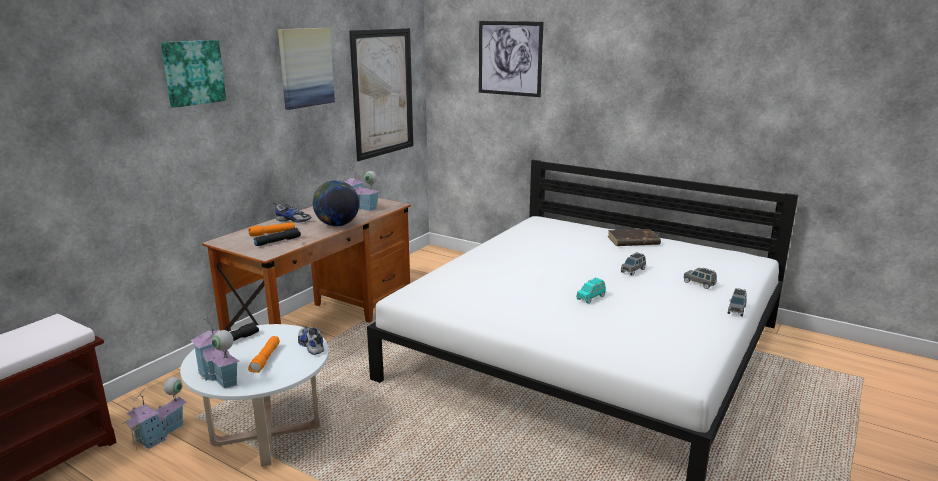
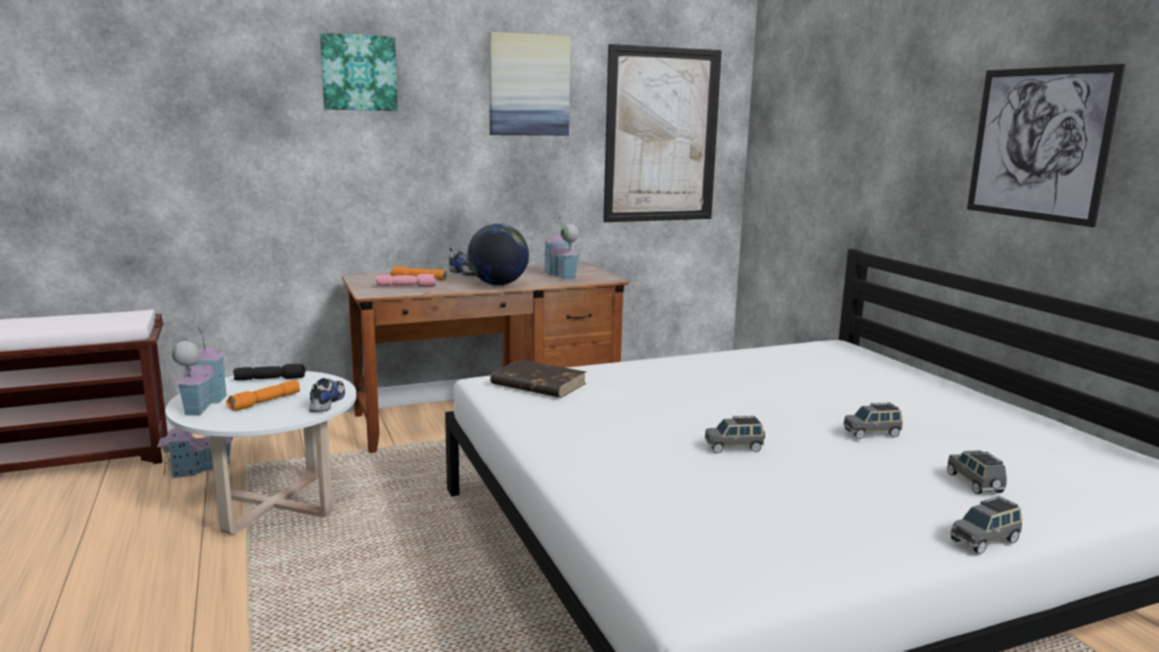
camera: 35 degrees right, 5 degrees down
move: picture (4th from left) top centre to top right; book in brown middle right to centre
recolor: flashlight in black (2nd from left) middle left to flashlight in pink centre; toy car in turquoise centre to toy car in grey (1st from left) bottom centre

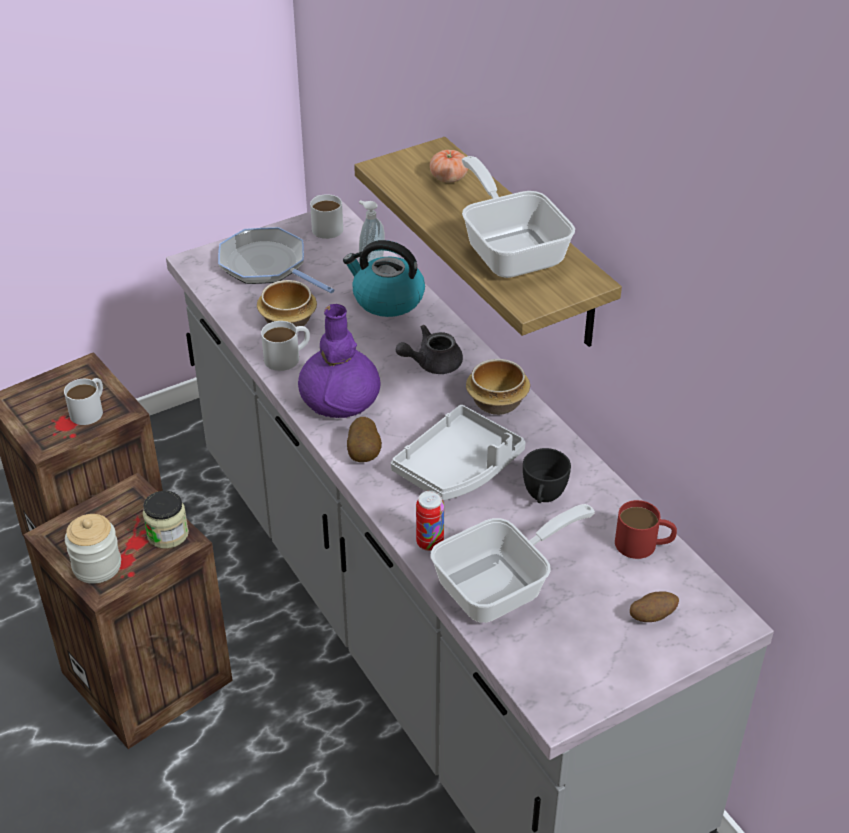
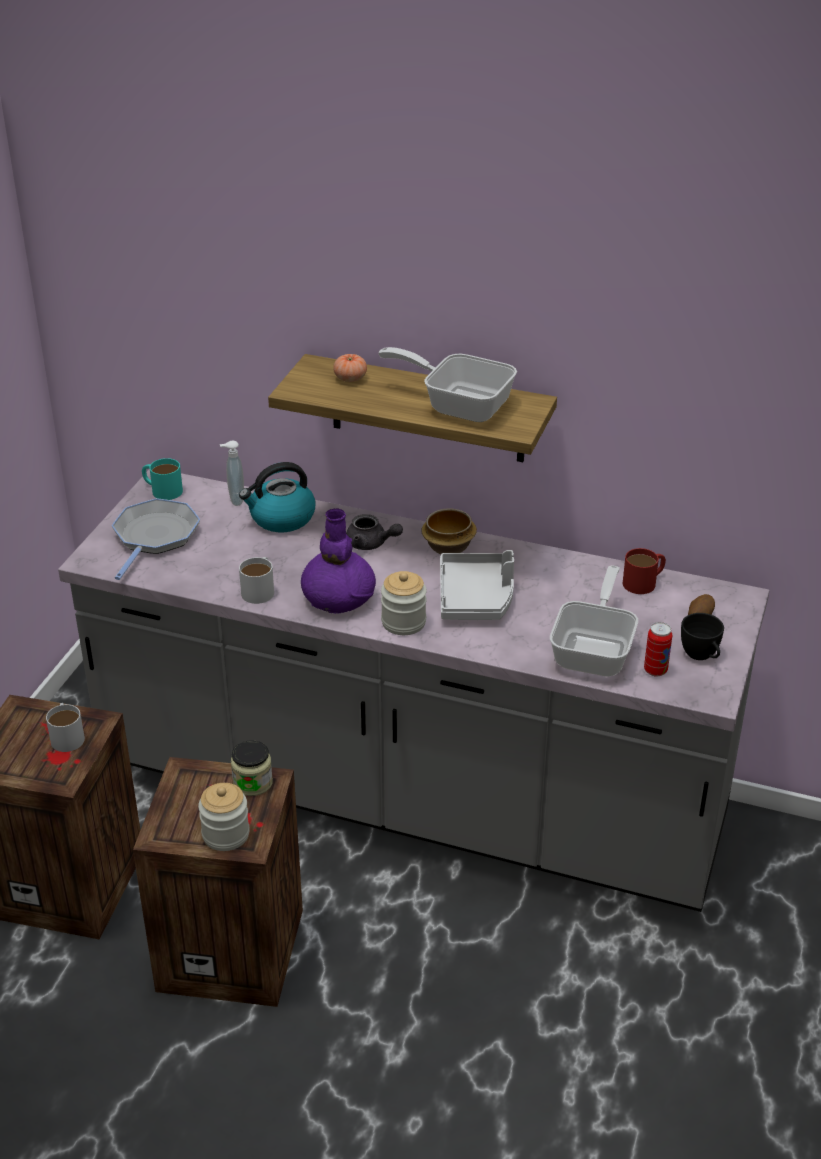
camera: 40 degrees left, 5 degrees down
delete: bowl (1st from left) centre
move: cup in black centre to middle right; can centre to middle right
replace: potato (1st from left) centre to jar (3rd from left) centre
recolor: mug in white (3rd from left) top centre to mug in turquoise middle left
rotate: frying pan (1st from left) top left = middle left 105 degrees clockwise; teapot in grey centre = centre 90 degrees counterclockwise

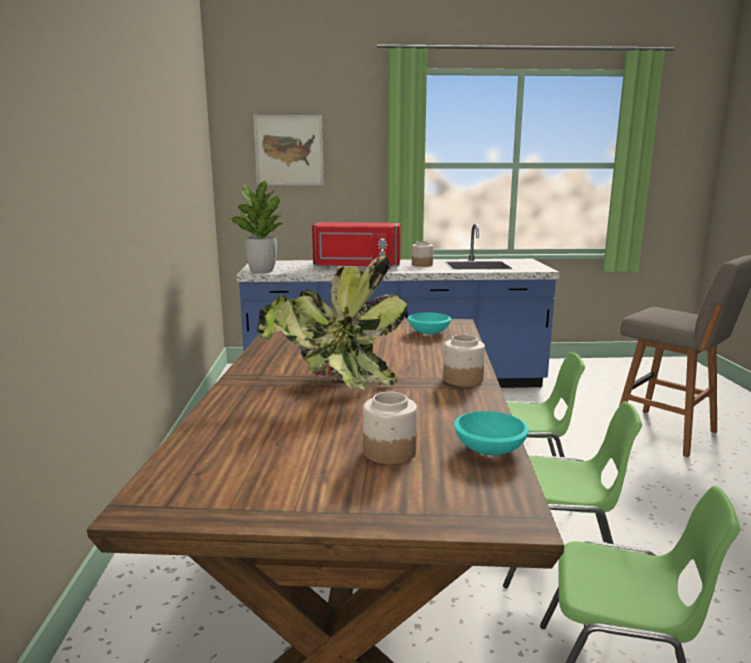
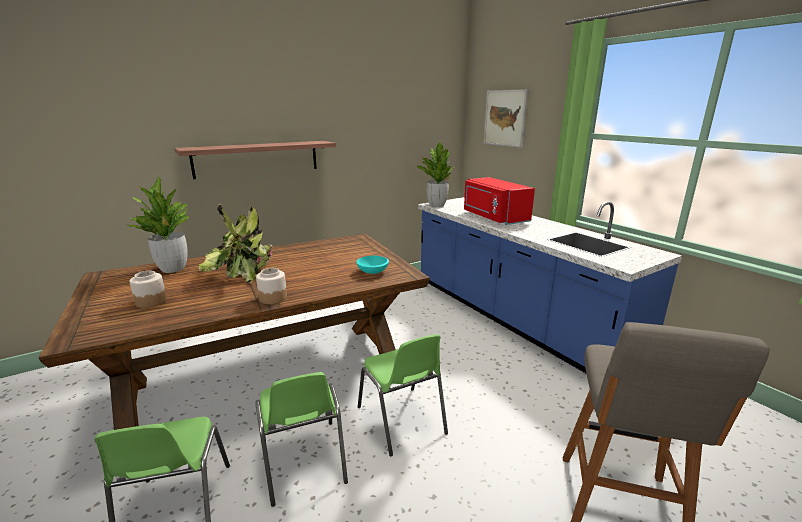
camera: 60 degrees right, 5 degrees up
delete: jar (2nd from left) centre; bowl in turquoise (2nd from left) centre
insert: shelf top left; potted plant (1st from left) middle left

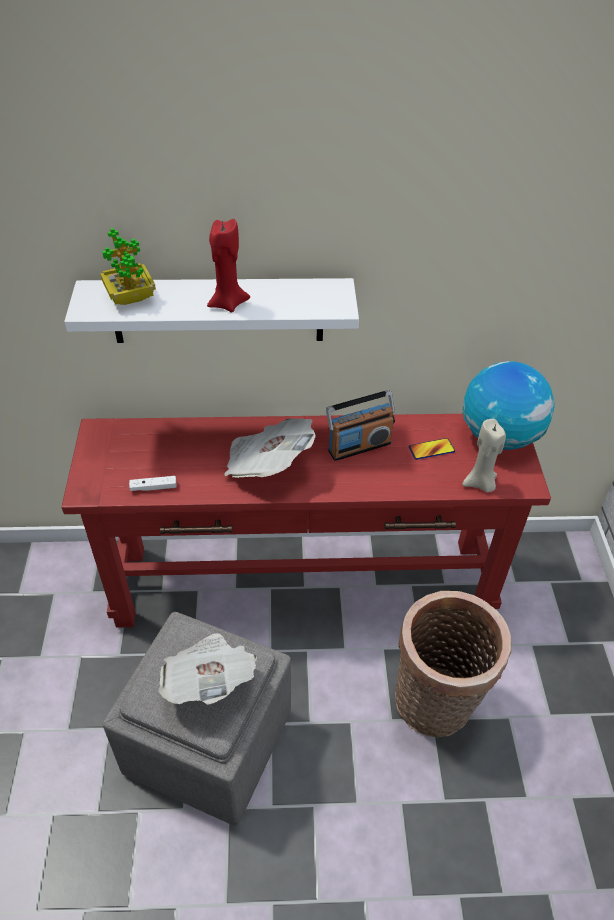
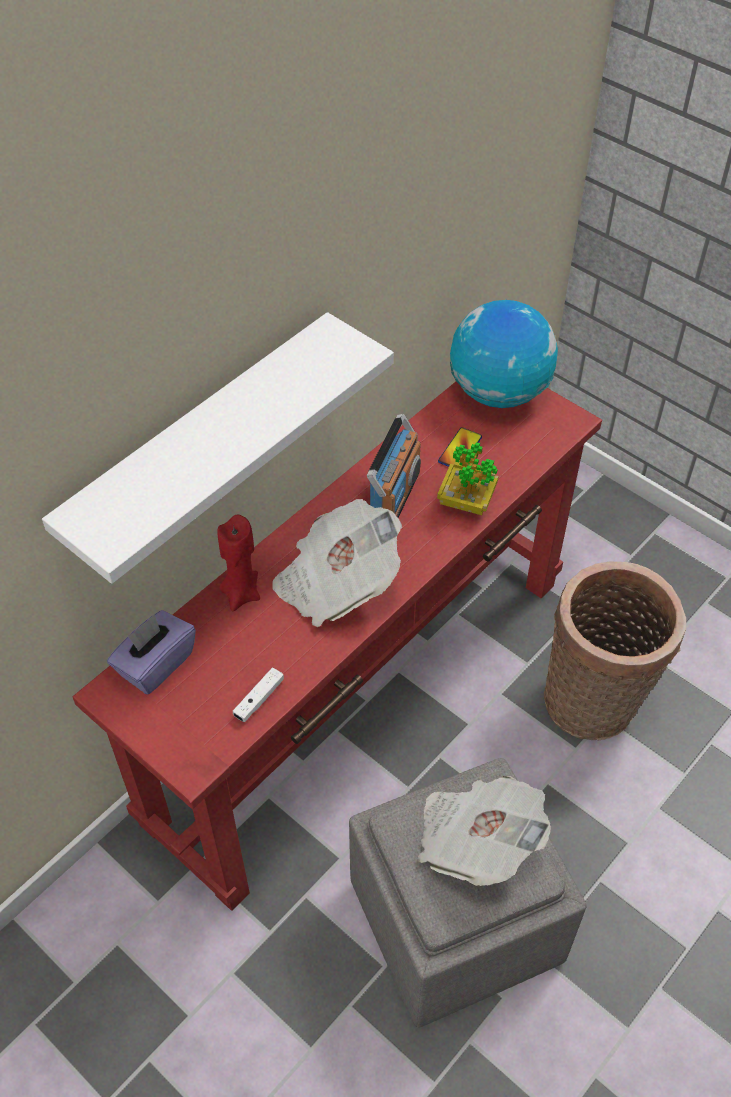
camera: 45 degrees left, 5 degrees up
delete: candle in beige middle right
insert: tissue box in purple middle left
move: candle in red top centre to middle left; potted plant top left to centre

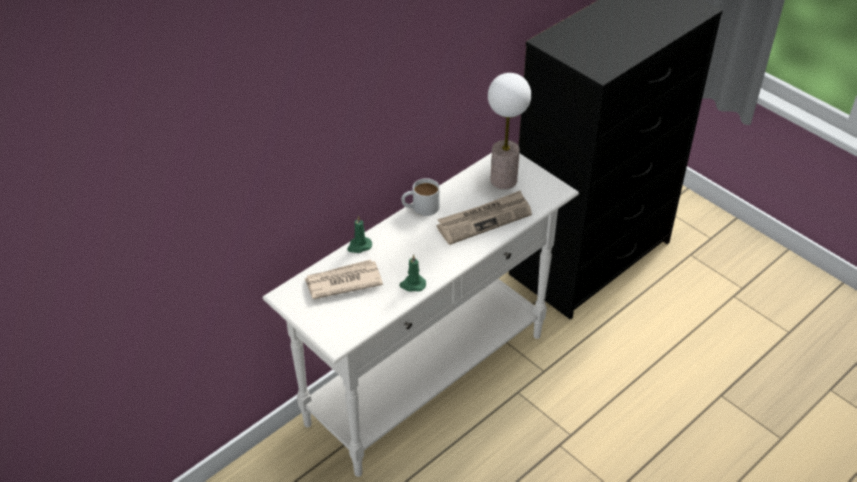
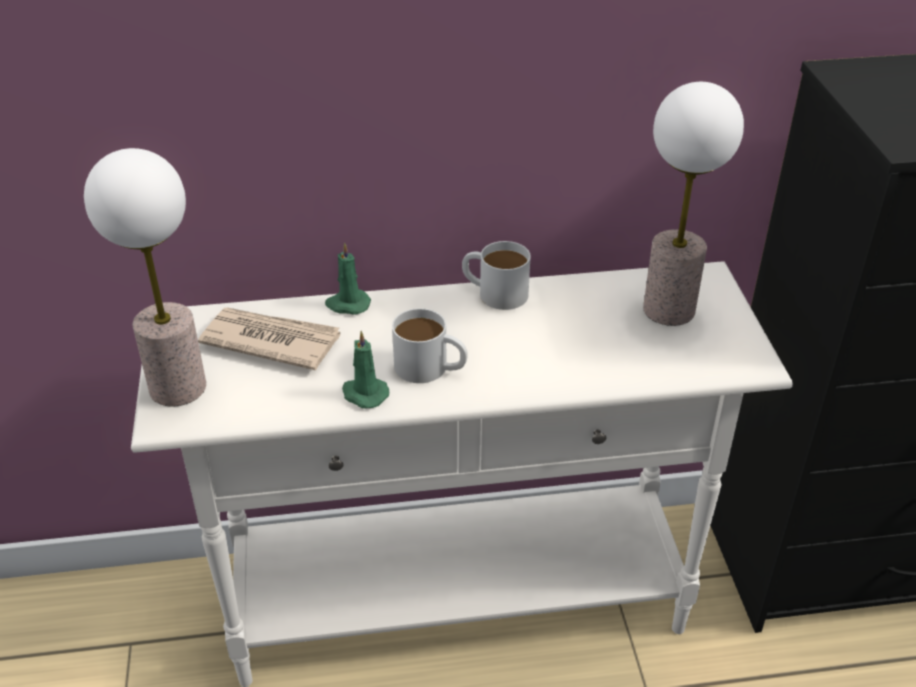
camera: 35 degrees right, 5 degrees down
delete: newspaper (2nd from left) centre
insert: table lamp (1st from left) middle left; mug in white (1st from left) centre

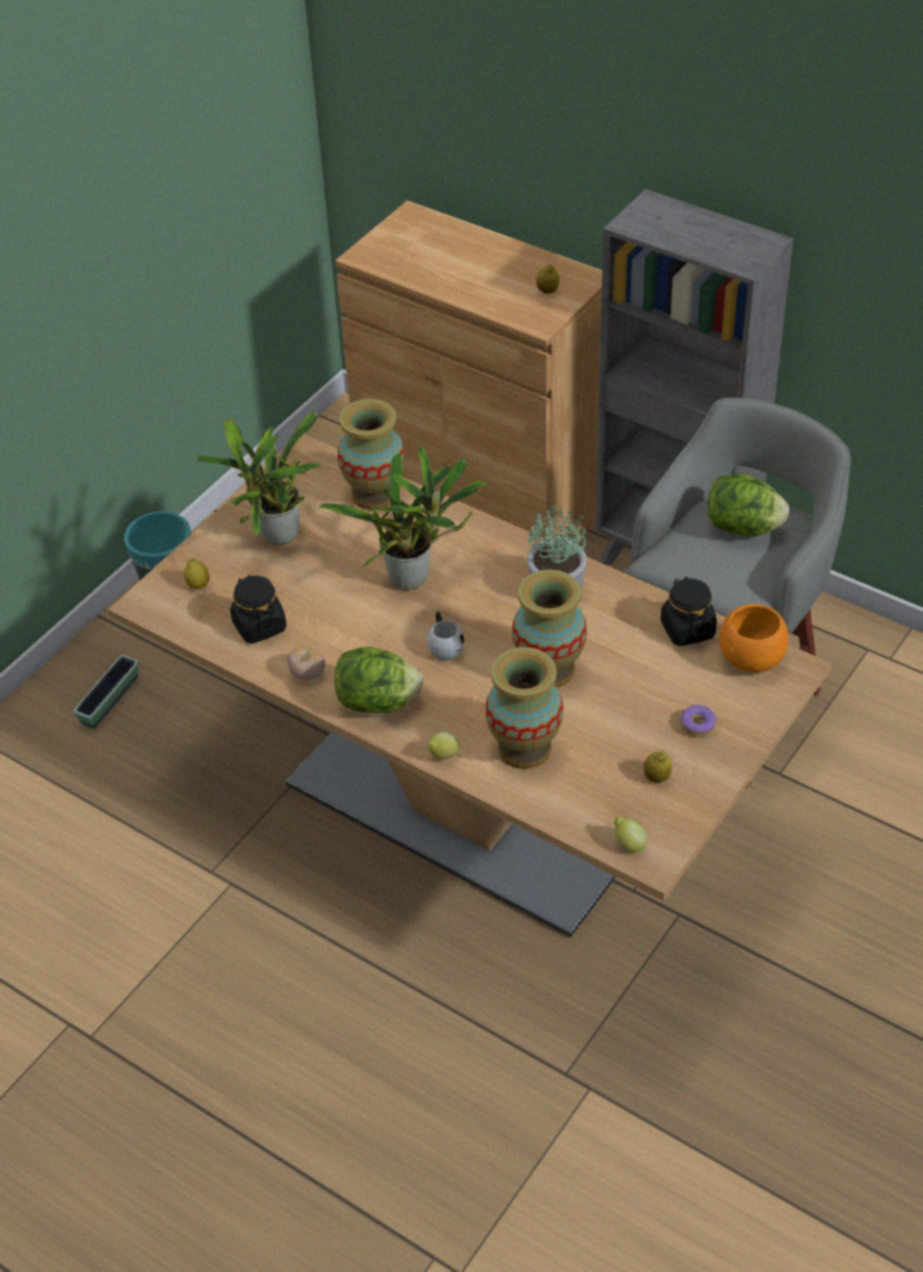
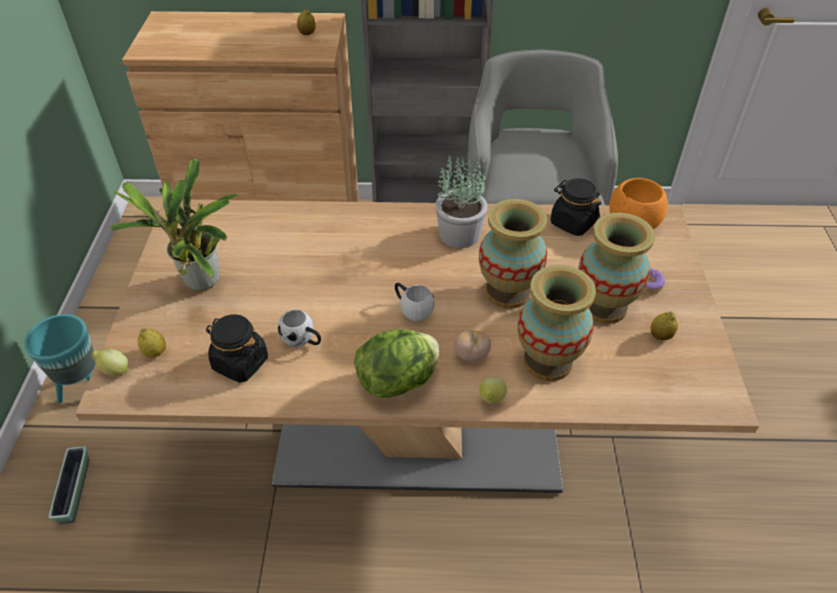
camera: 35 degrees left, 0 degrees up
delete: potted plant (2nd from left) centre; lettuce (2nd from left) middle right
insert: mug in white (1st from left) centre
move: vase (1st from left in the first image) centre to vase (3rd from left) middle right; tomato middle left to centre; lemon (4th from left in the first image) middle right to lemon (1st from left) middle left

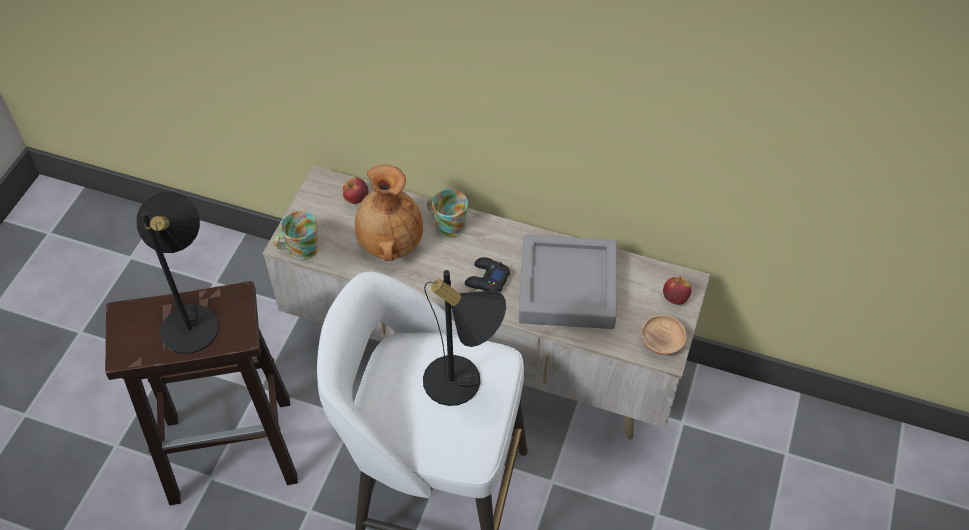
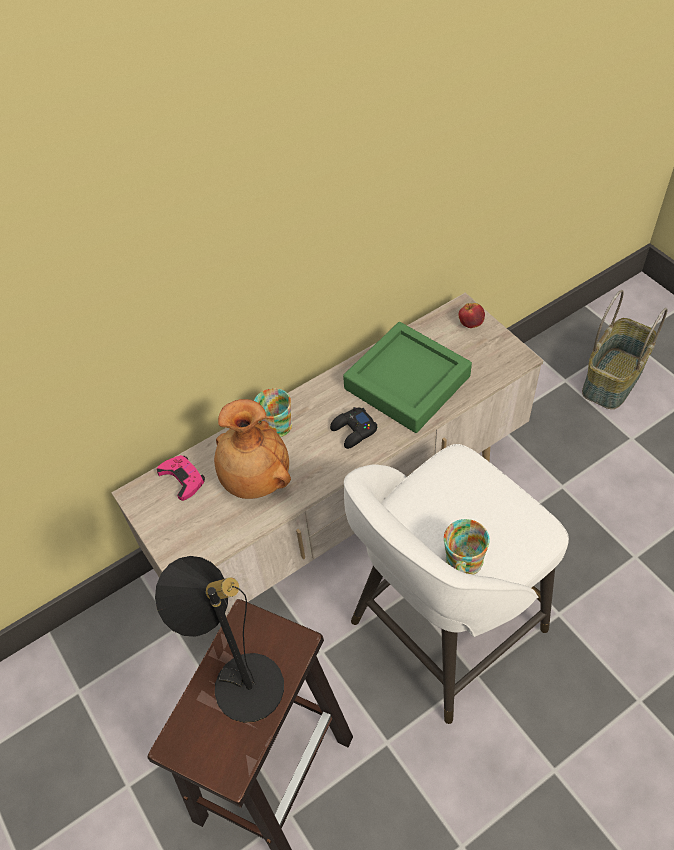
camera: 50 degrees left, 0 degrees up
delete: table lamp in black (2nd from left) centre; bowl in brown middle right
insert: basket middle right
move: mug (1st from left in the first image) middle left to mug (2nd from left) middle right
replace: apple (1st from left) centre to game controller in pink middle left
recolor: tray in grey centre to tray in green centre

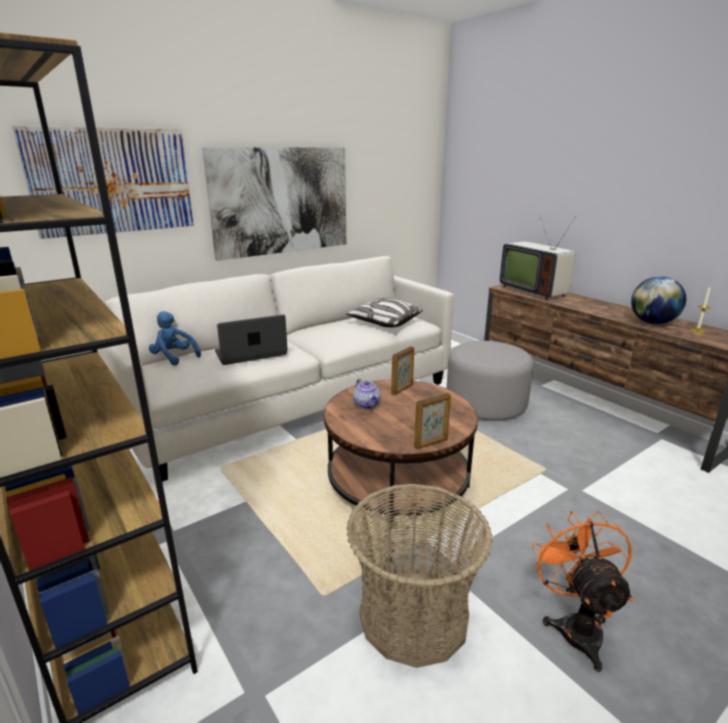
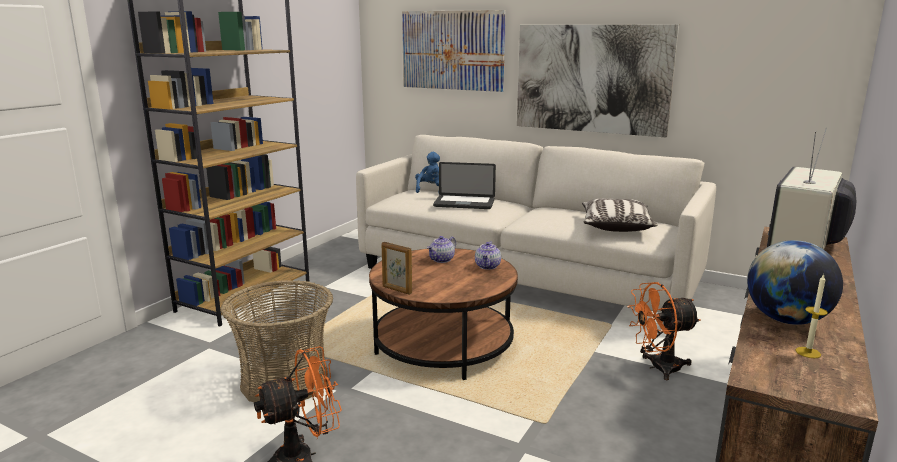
camera: 65 degrees right, 5 degrees down
replace: ottoman in grey middle right to fan in orange (2nd from left) bottom right; picture frame (1st from left) centre to teapot (2nd from left) centre
rotate: laptop centre = centre 150 degrees clockwise

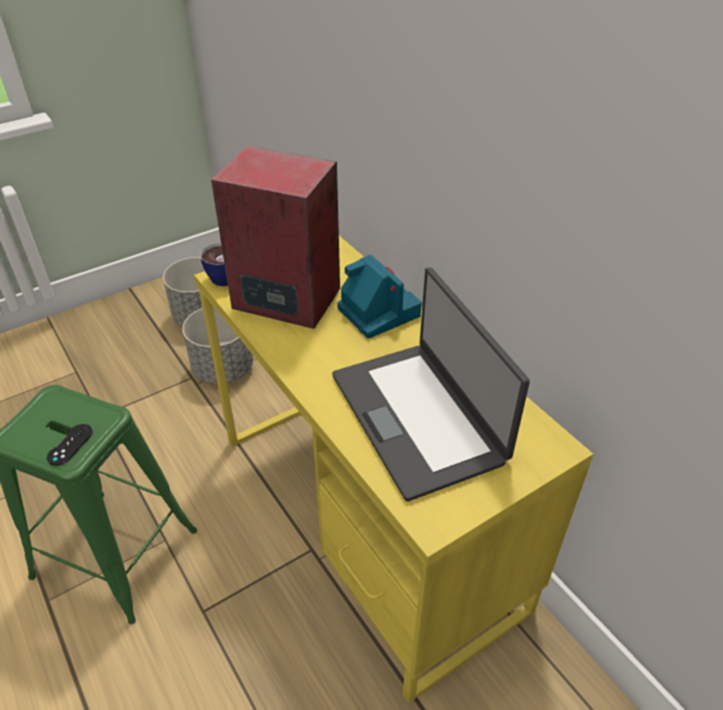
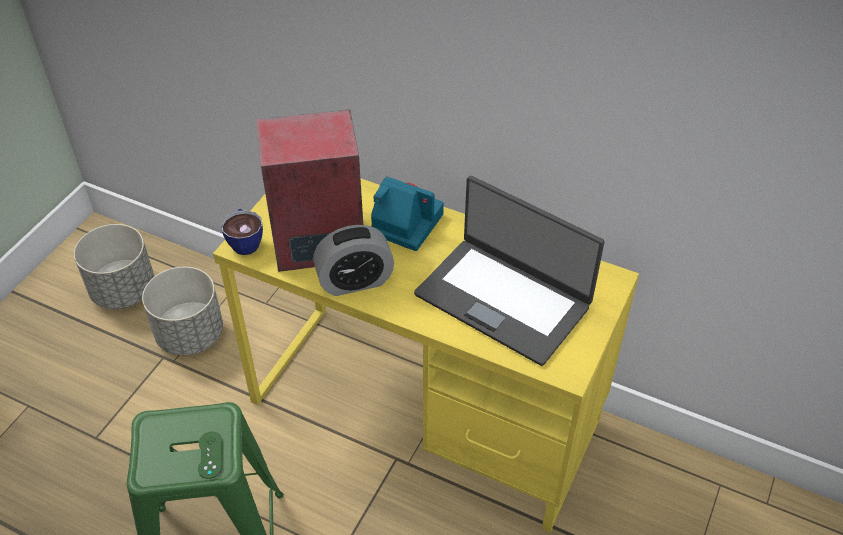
camera: 30 degrees left, 5 degrees up
insert: alarm clock centre
recolor: game controller in black middle left to game controller in green bottom left

